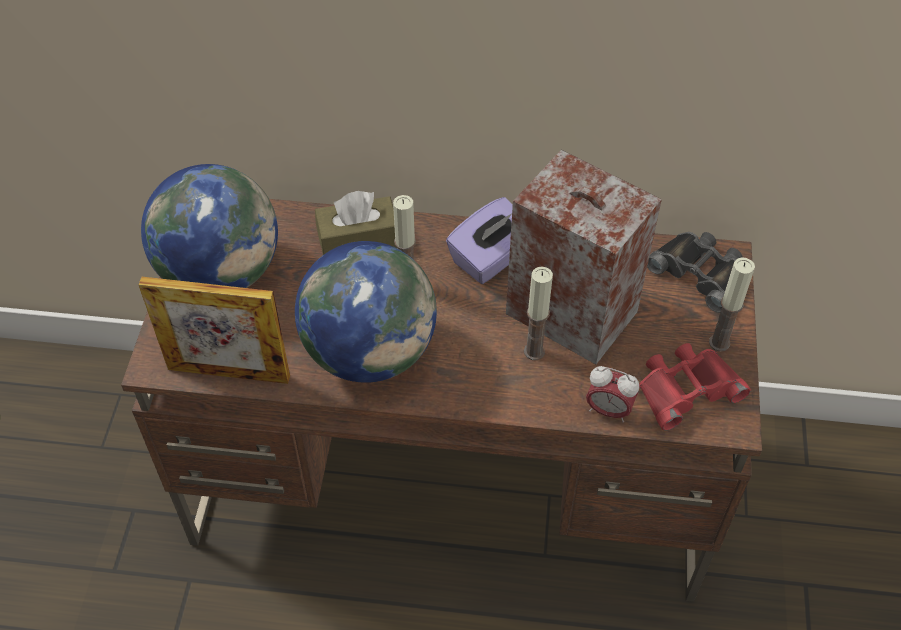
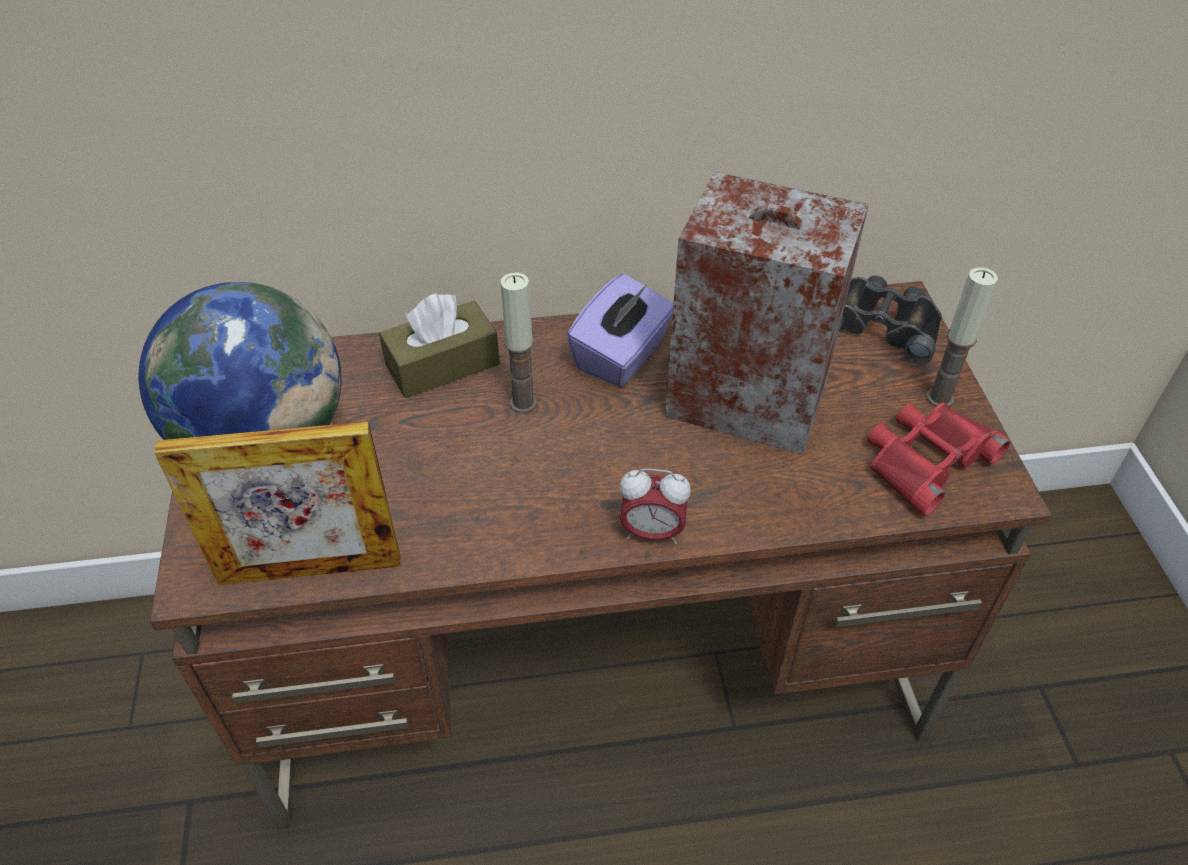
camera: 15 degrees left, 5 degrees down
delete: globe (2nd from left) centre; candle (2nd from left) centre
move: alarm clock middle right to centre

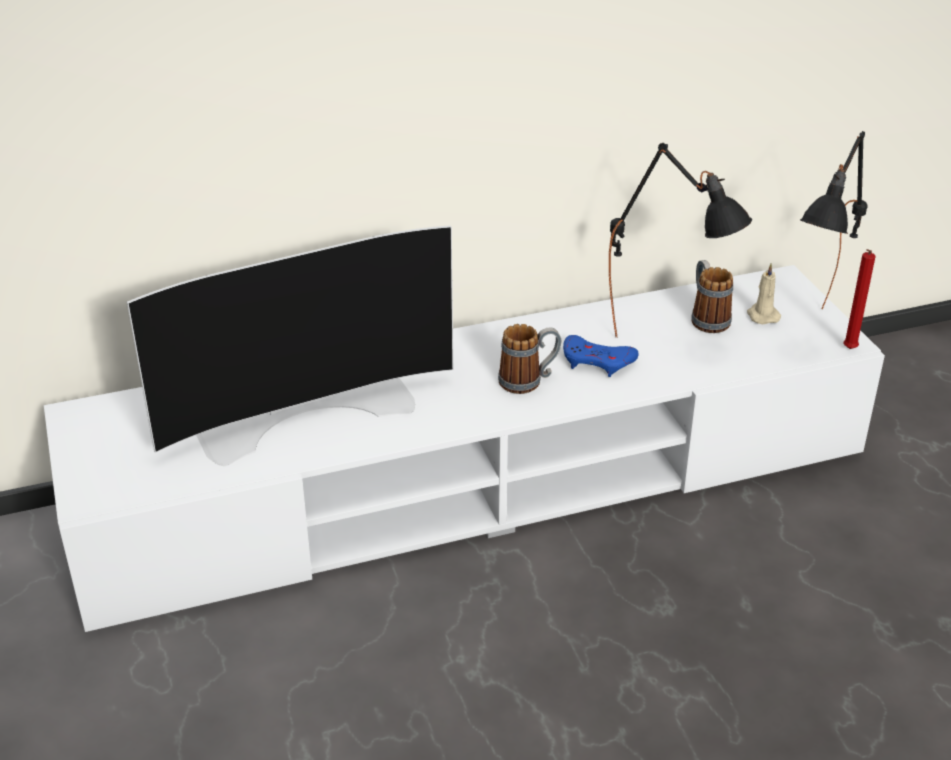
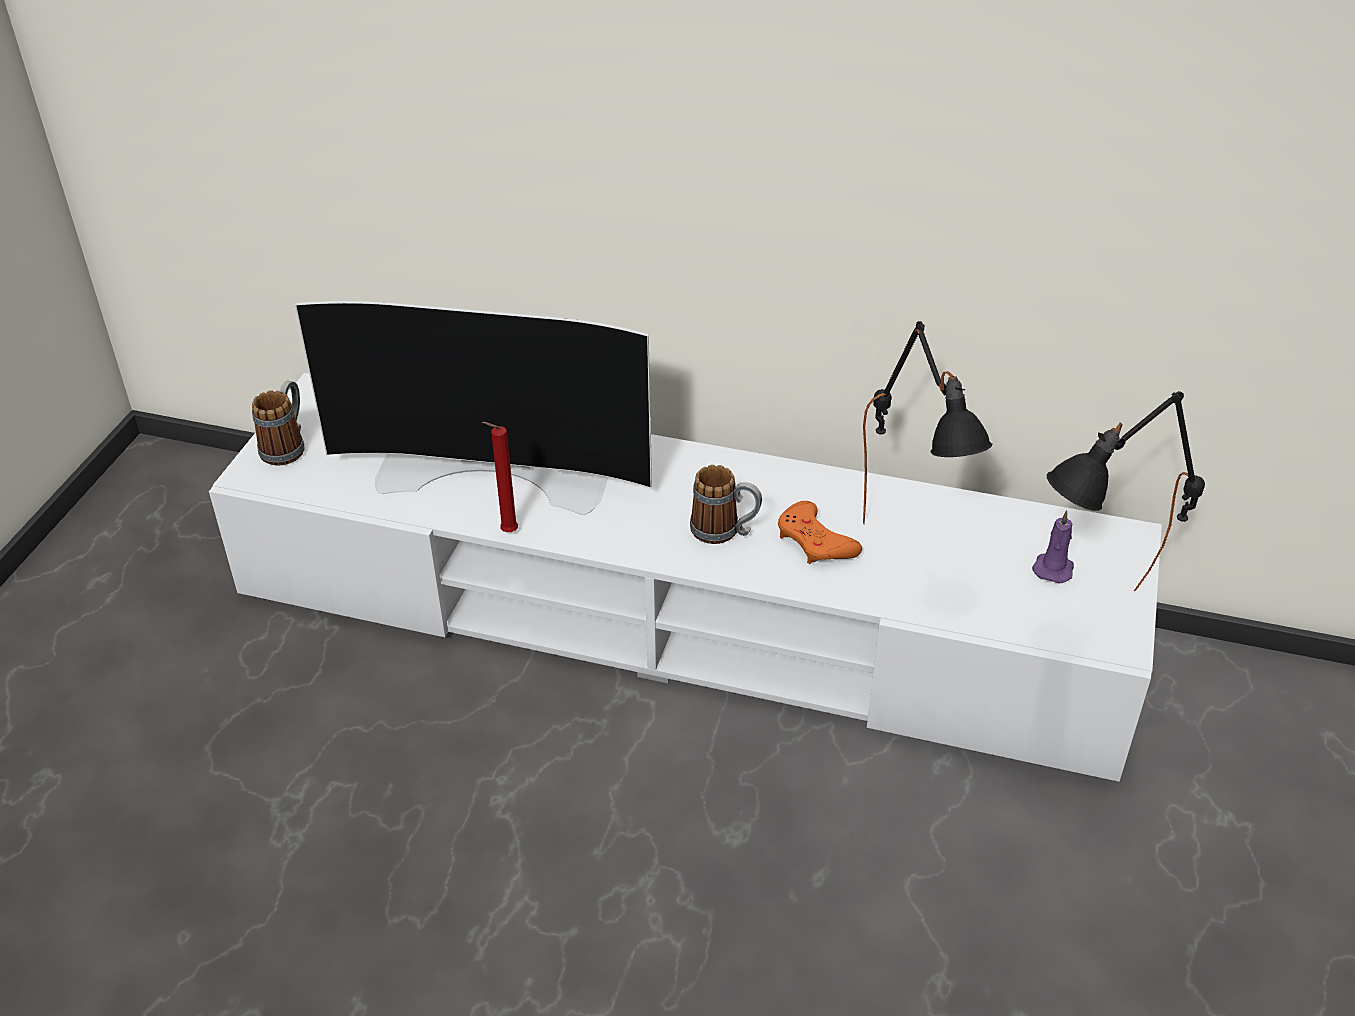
camera: 35 degrees right, 5 degrees up
move: candle in red middle right to centre; mug (2nd from left in the first image) middle right to mug (1st from left) middle left
recolor: candle in beige middle right to candle in purple middle right; game controller in blue centre to game controller in orange centre

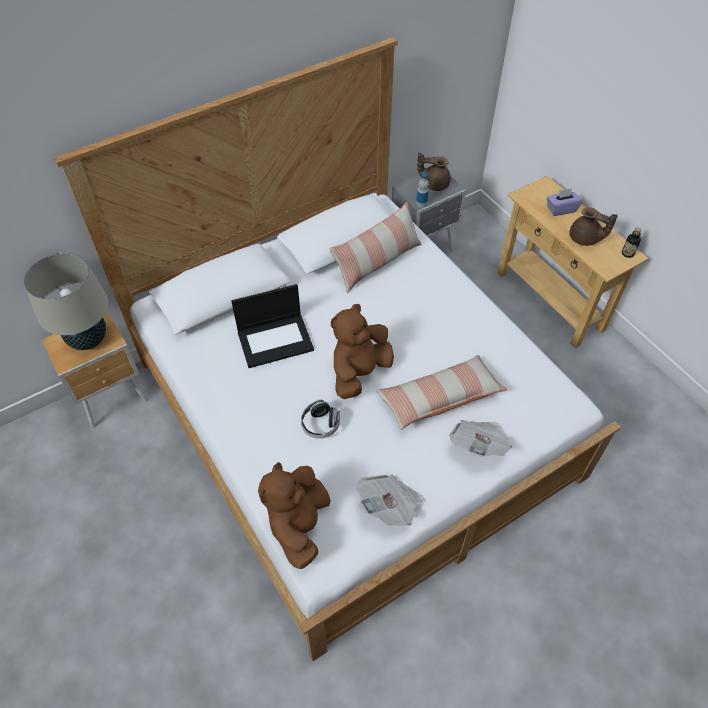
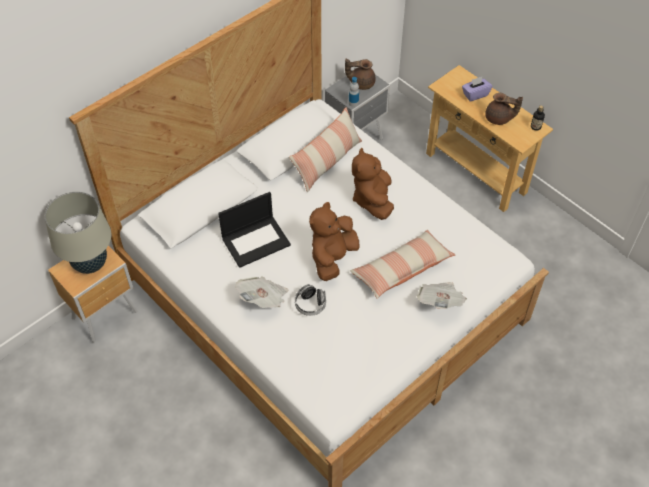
camera: 10 degrees left, 0 degrees up
move: plush toy in brown (1st from left in the first image) bottom centre to plush toy in brown (2nd from left) centre; newspaper (1st from left) bottom centre to centre

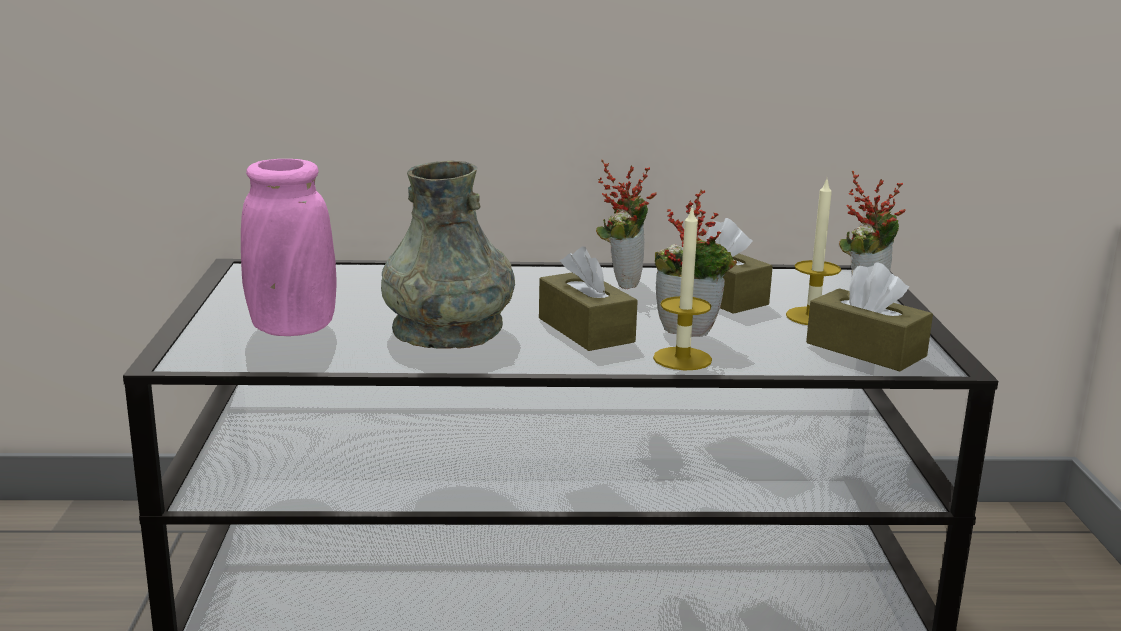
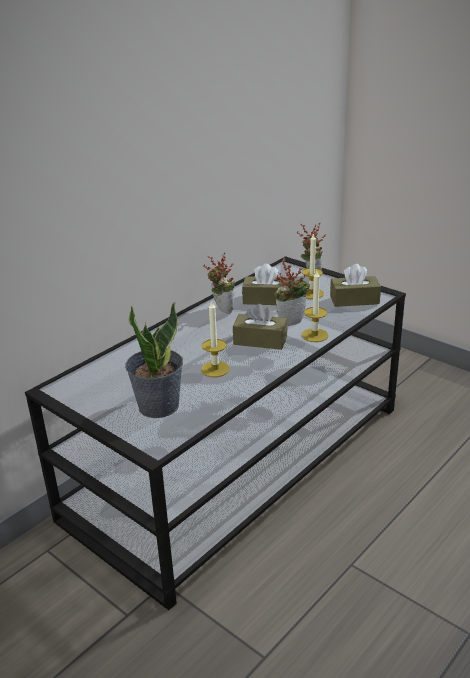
camera: 45 degrees left, 10 degrees up
replace: vase in pink middle left to potted plant (1st from left) middle left; vase in grey centre to candle (1st from left) centre

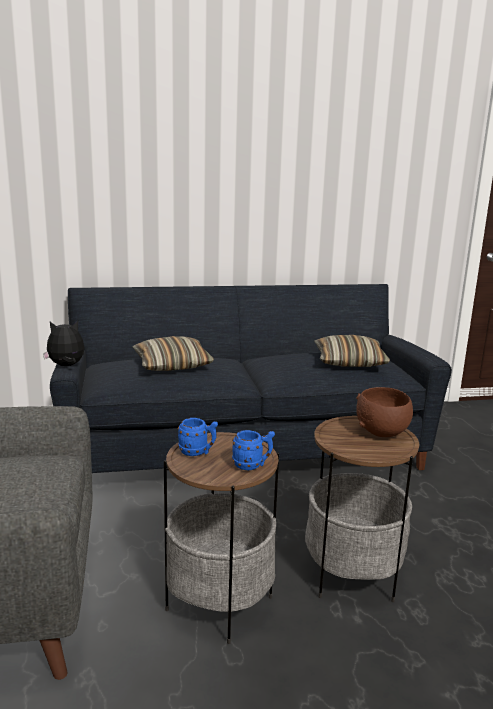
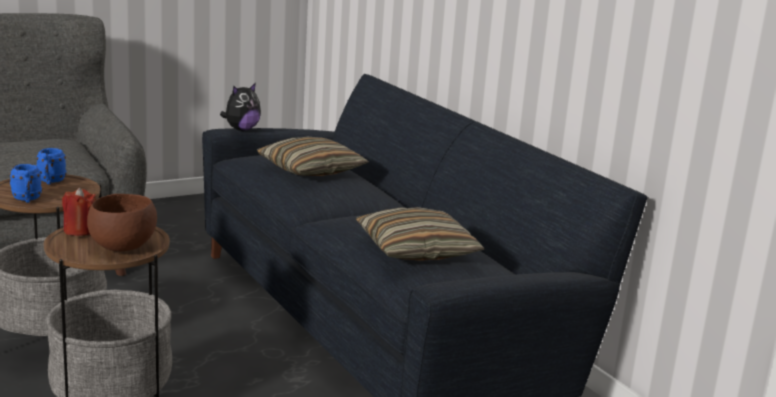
camera: 70 degrees right, 0 degrees up
insert: candle in red middle left
rotate: plush toy middle left = top left 75 degrees clockwise

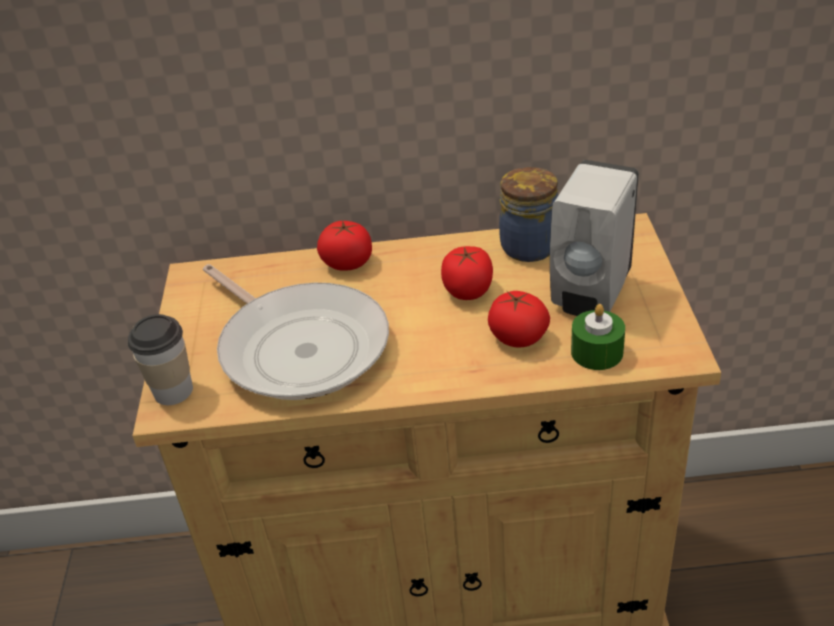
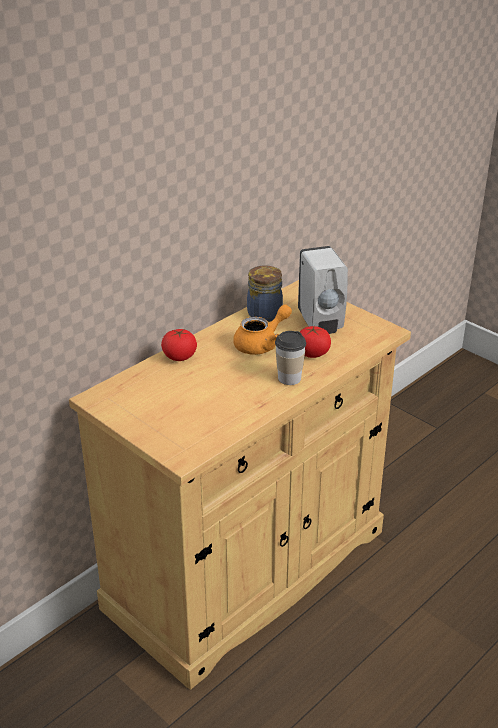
camera: 45 degrees left, 5 degrees down
delete: frying pan centre; candle in green middle right
move: cup middle left to centre
replace: tomato (2nd from left) centre to teapot in orange centre

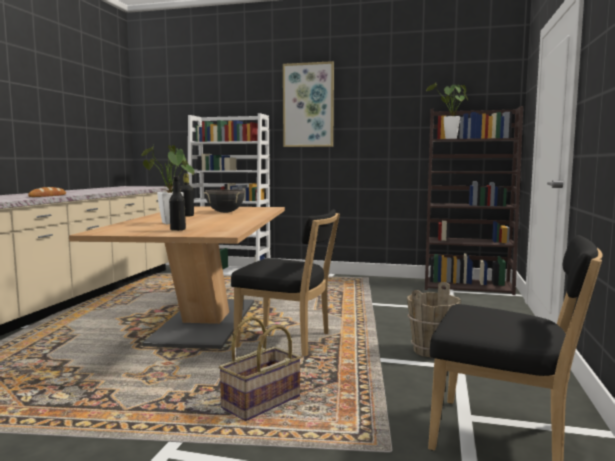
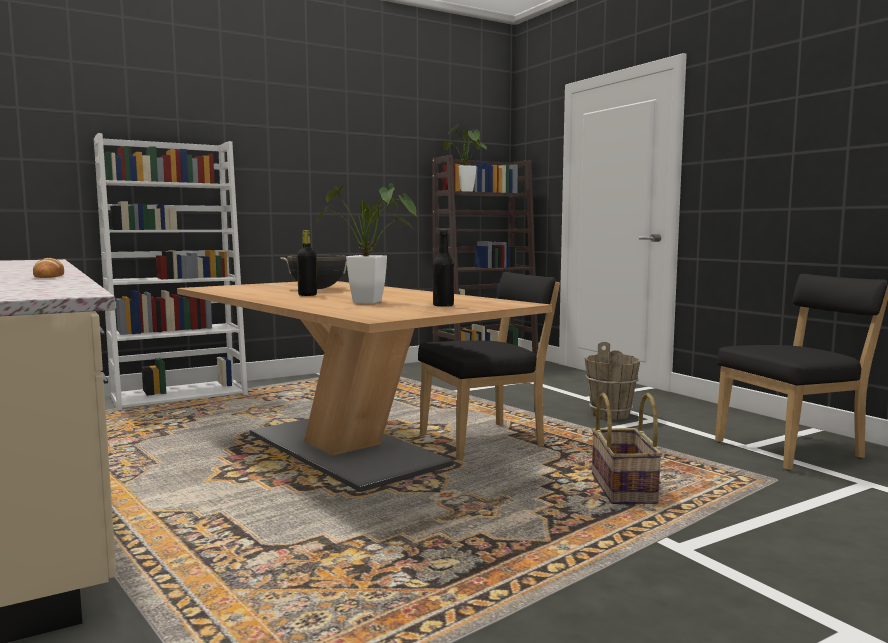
camera: 45 degrees left, 0 degrees up
delete: picture top centre

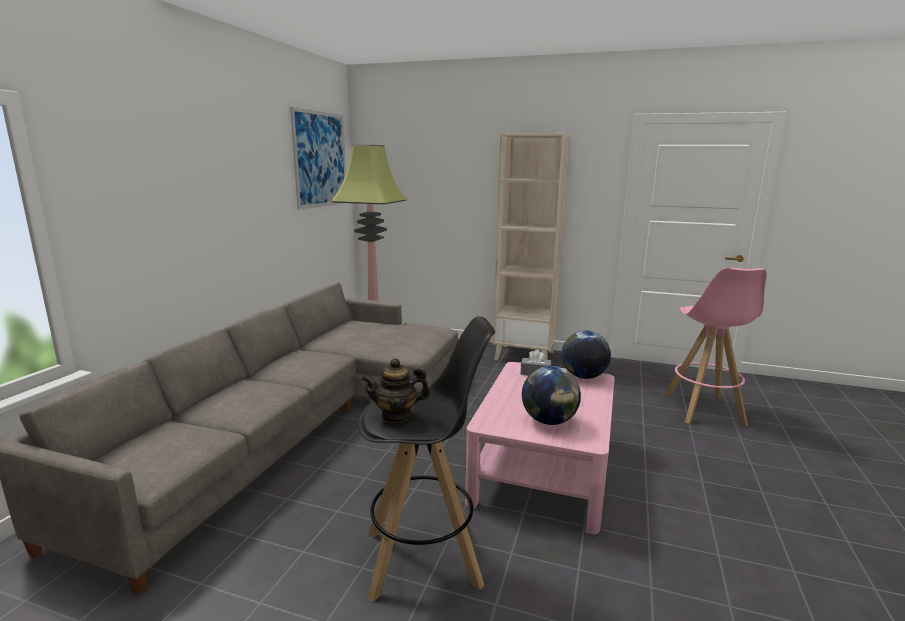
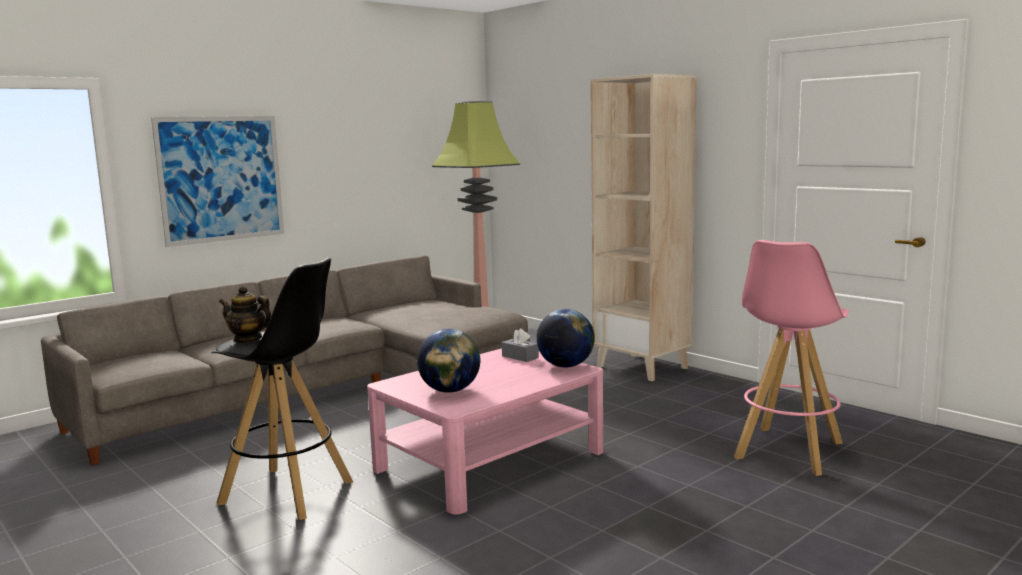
camera: 30 degrees right, 5 degrees down
move: picture top centre to top left

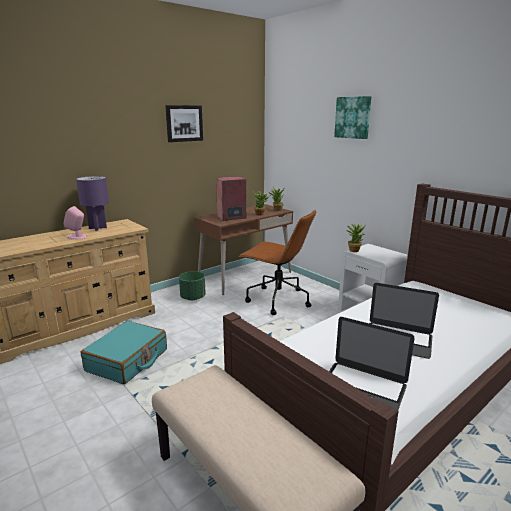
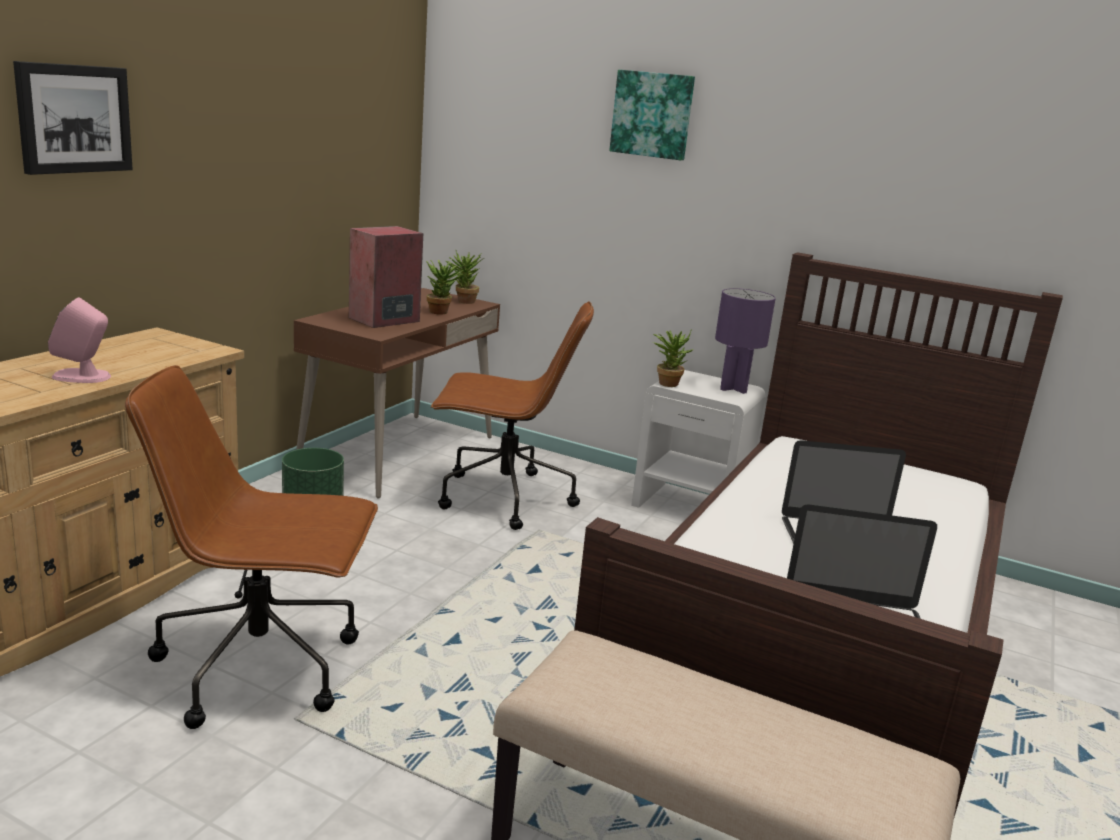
camera: 25 degrees left, 0 degrees up
move: picture (1st from left) top centre to top left; table lamp in purple middle left to centre
replace: suitcase in turquoise bottom left to office chair in brown (1st from left) middle left

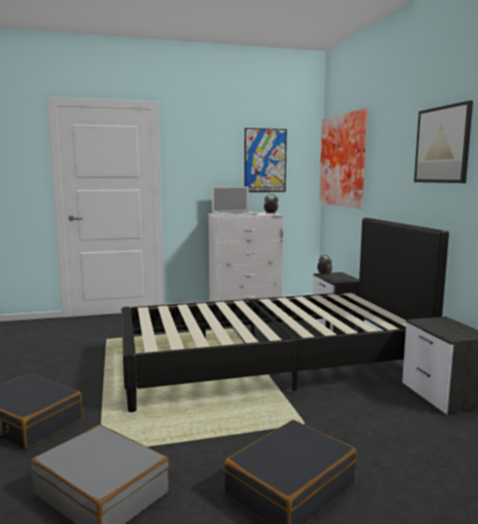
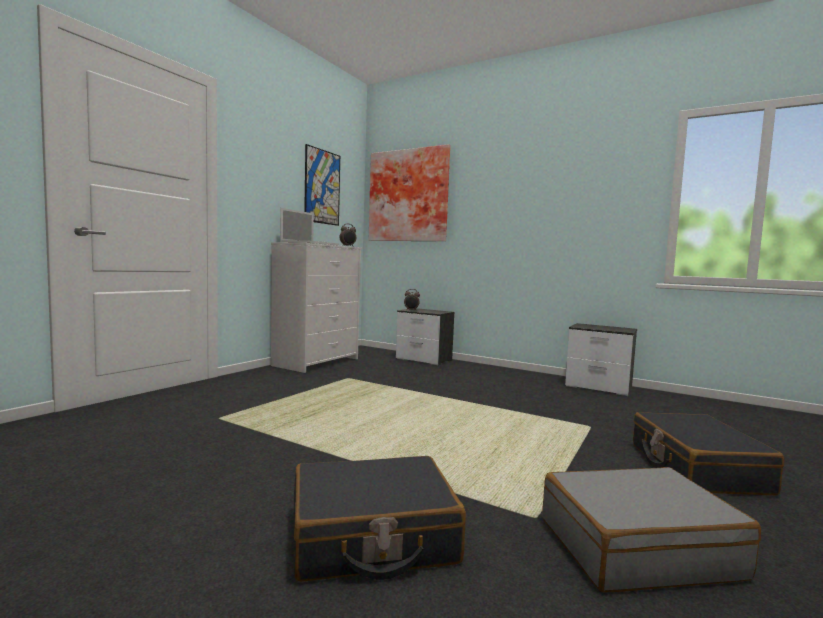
camera: 45 degrees left, 5 degrees down
delete: picture (3rd from left) top right; bed in black centre

